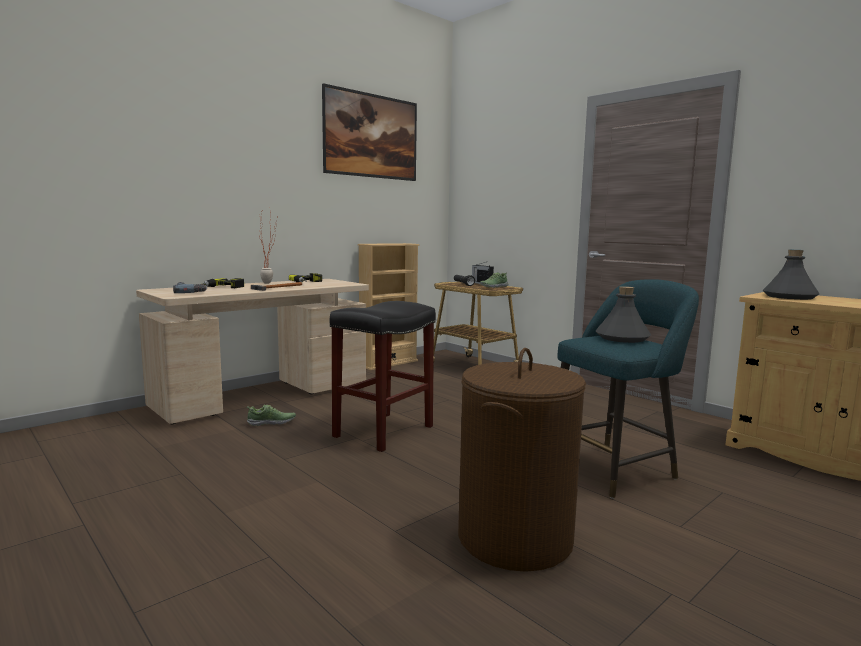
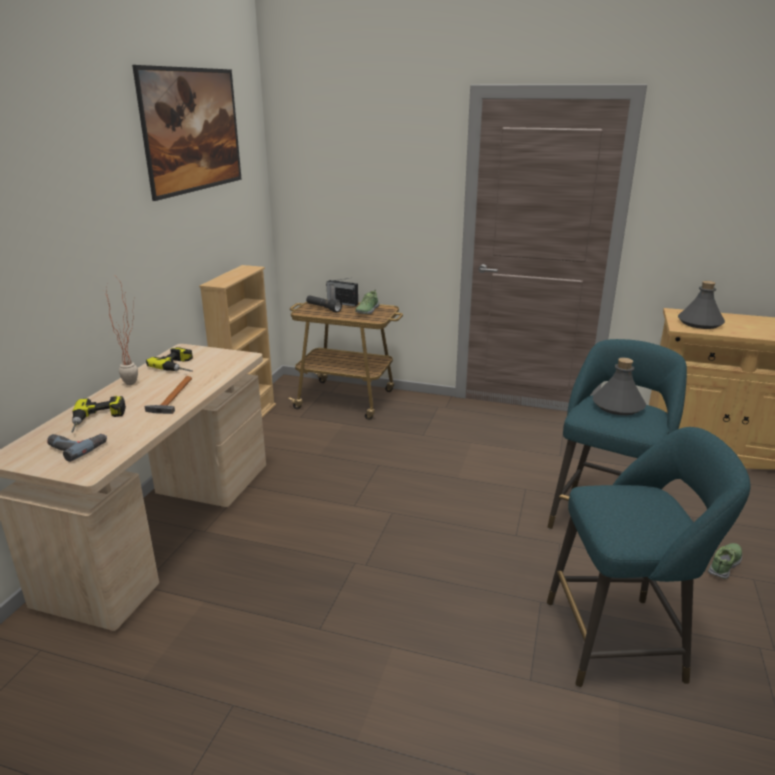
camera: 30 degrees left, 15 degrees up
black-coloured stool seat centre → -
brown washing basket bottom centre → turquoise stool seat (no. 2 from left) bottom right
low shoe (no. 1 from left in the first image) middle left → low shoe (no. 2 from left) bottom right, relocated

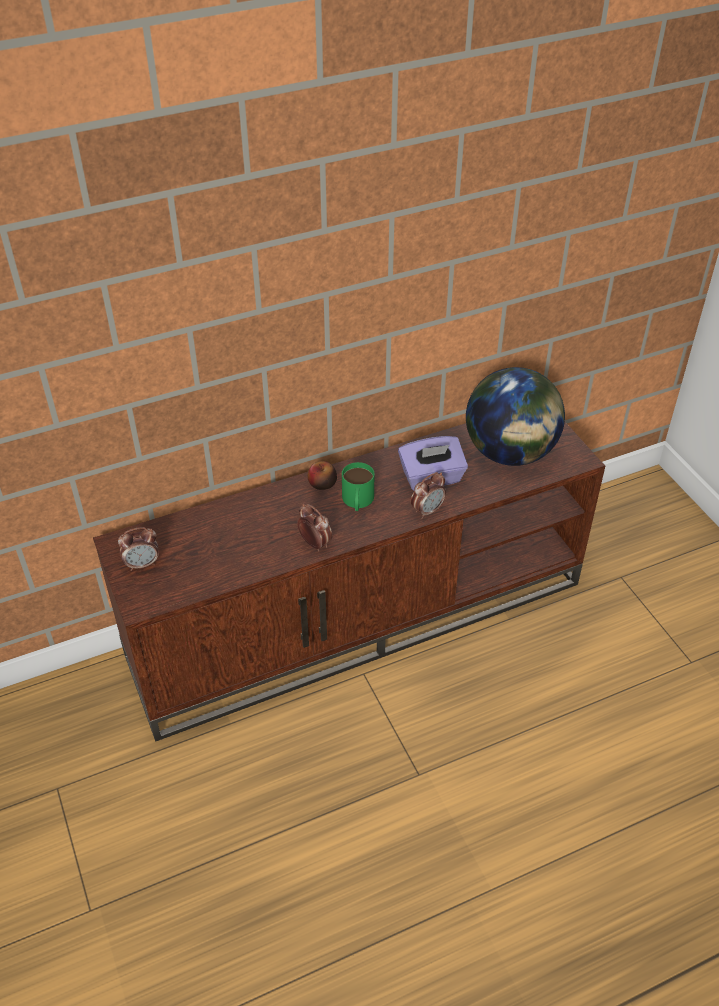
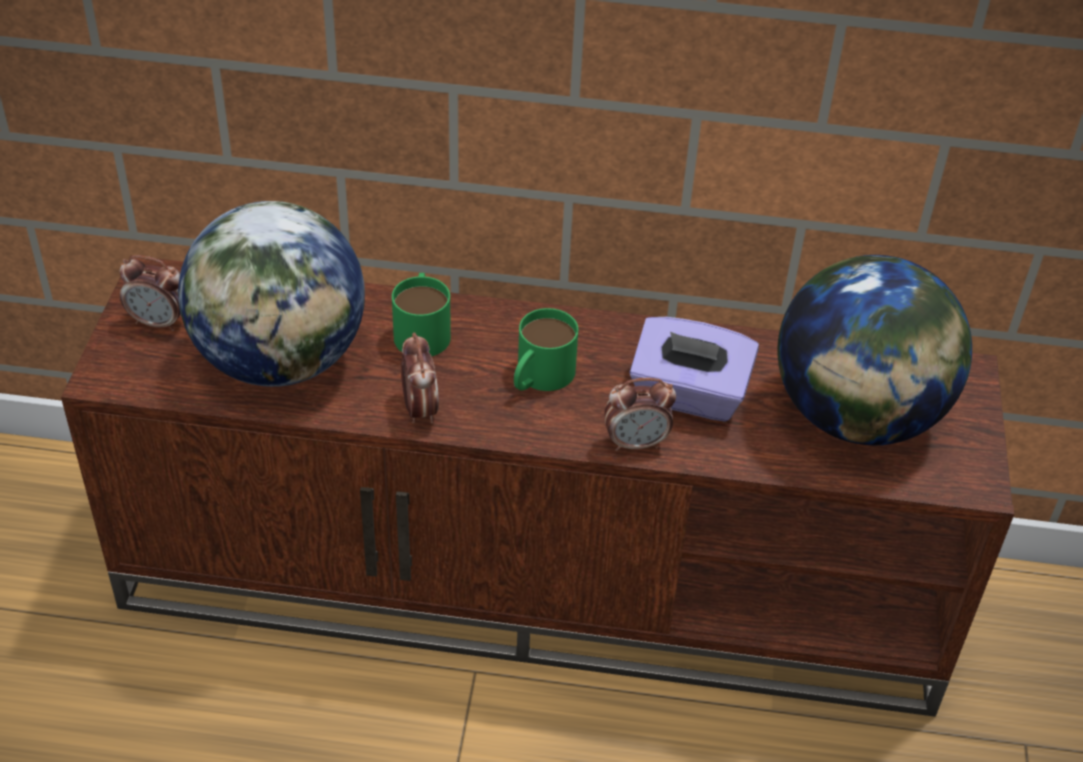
camera: 30 degrees right, 0 degrees up
whole apple centre → -
- → desk globe (no. 1 from left) middle left
- → greenish tea mug (no. 1 from left) centre

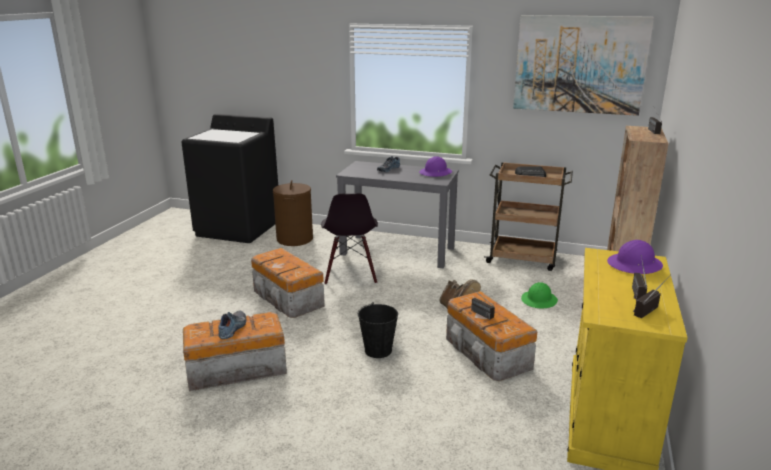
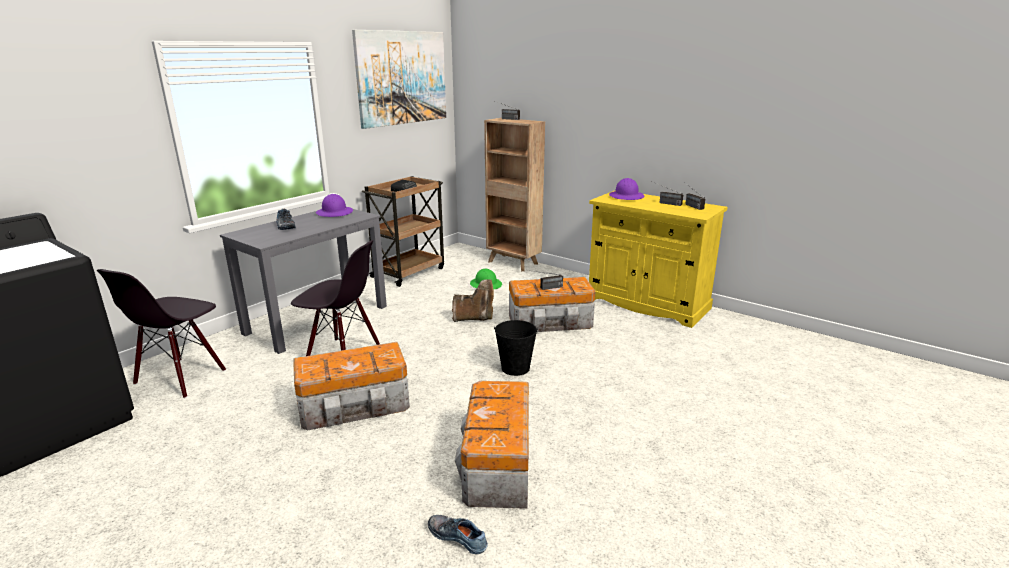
camera: 70 degrees left, 0 degrees up
brown washing basket centre → black-coloured chair (no. 1 from left) middle left
low shoe (no. 1 from left in the first image) bottom left → low shoe (no. 2 from left) bottom centre, relocated

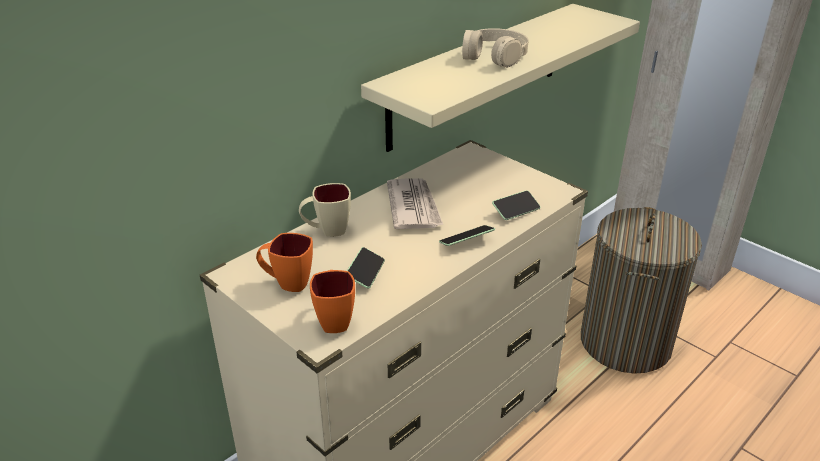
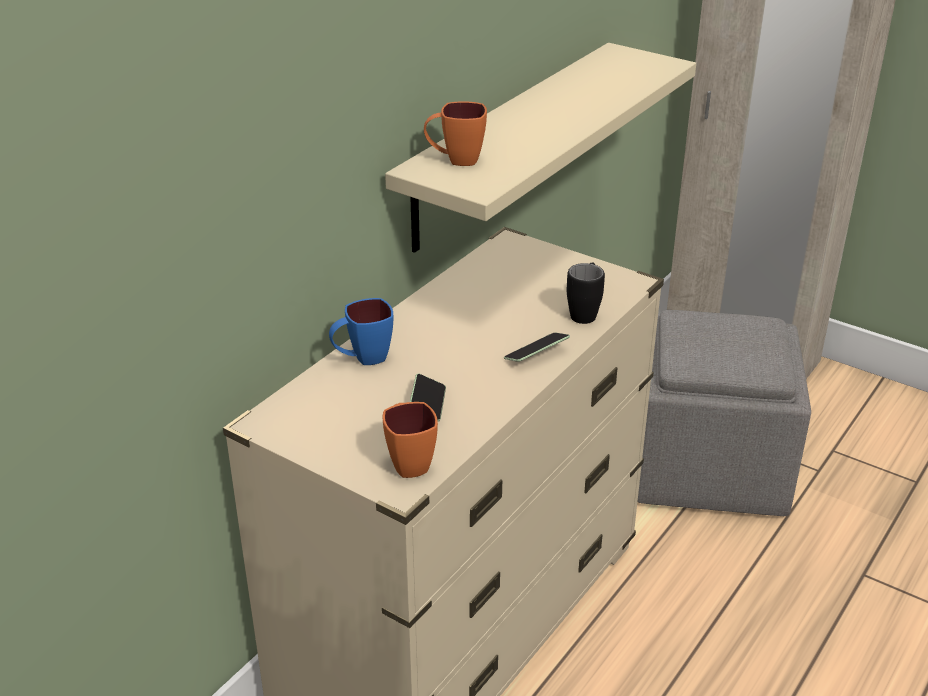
camera: 10 degrees left, 0 degrees up
sand-coloured headset top centre → -
daily paper centre → -
sand-coloured tea mug centre → blue-coloured tea mug centre
handset (no. 3 from left) centre → black-coloured tea mug centre
washing basket middle right → greyish ottoman middle right
orangey tea mug (no. 1 from left in the first image) centre → orangey tea mug (no. 2 from left) top centre, relocated

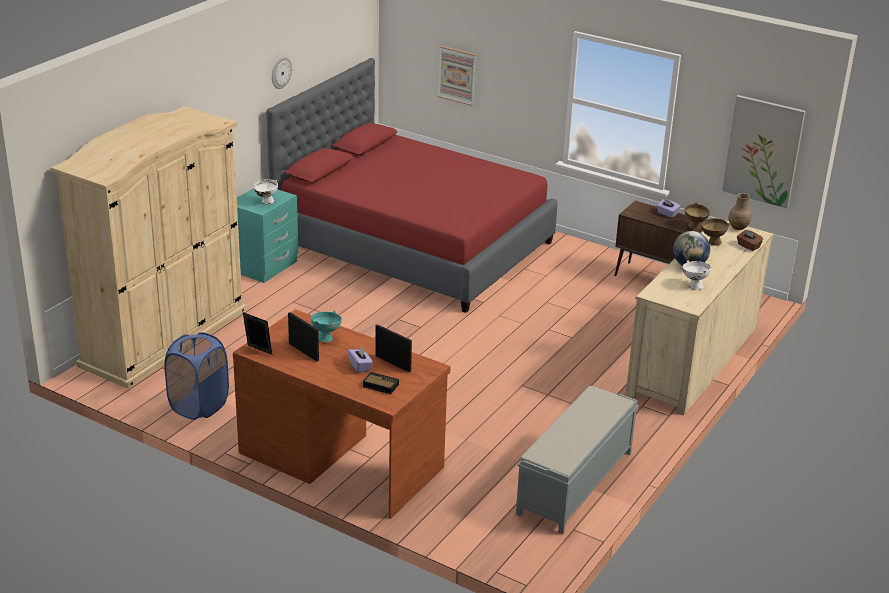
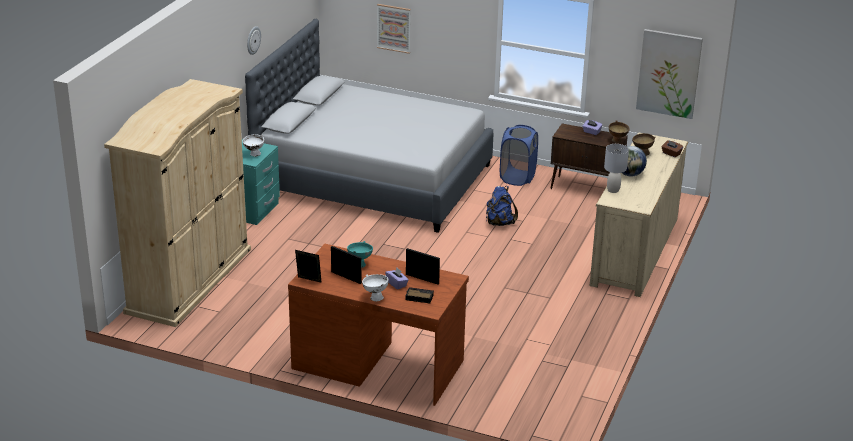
camera: 10 degrees left, 0 degrees up
reddish sleeping bed top centre → greyish sleeping bed top centre
brown vase middle right → -
white serving bowl (no. 2 from left) middle right → white serving bowl (no. 2 from left) centre, relocated
blue-coloured washing basket middle left → blue-coloured washing basket centre, relocated
greyish indoor bench bottom centre → -
- → greyish table lamp middle right
- → blue-coloured rucksack centre

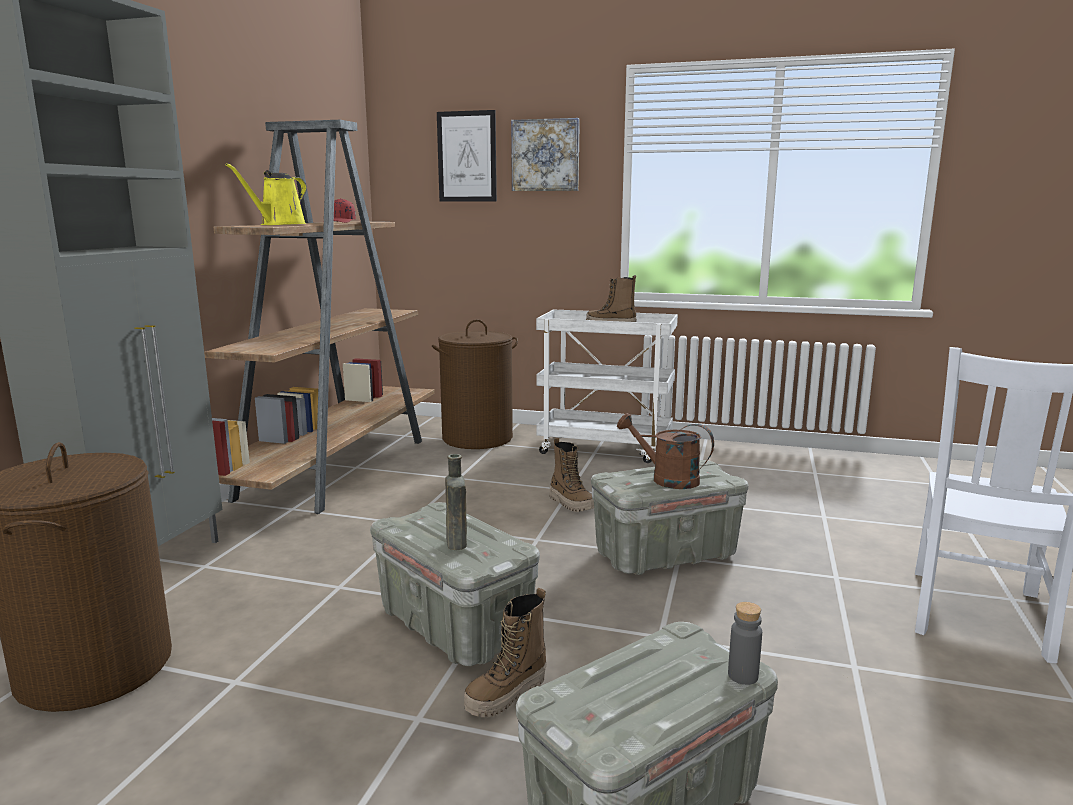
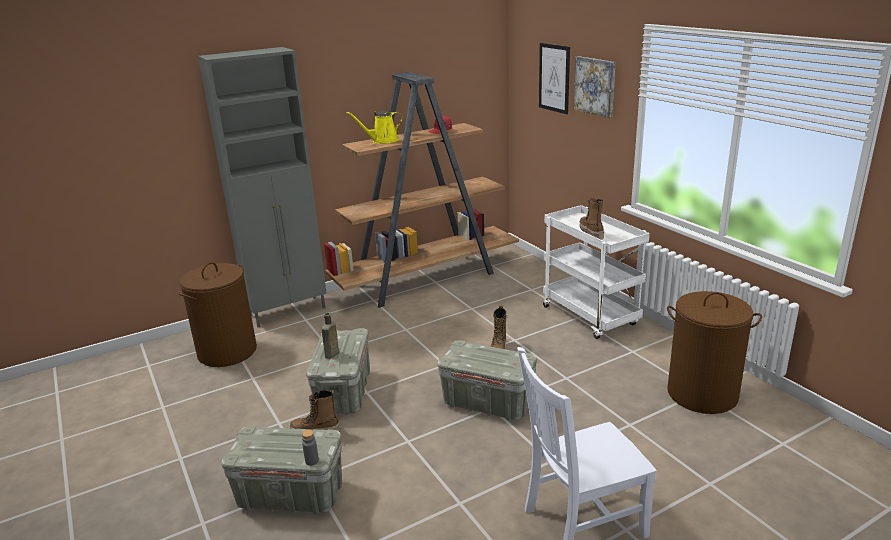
camera: 45 degrees right, 10 degrees up
brown washing basket (no. 2 from left) centre → brown washing basket (no. 2 from left) middle right, relocated
brown sprinkling can centre → -

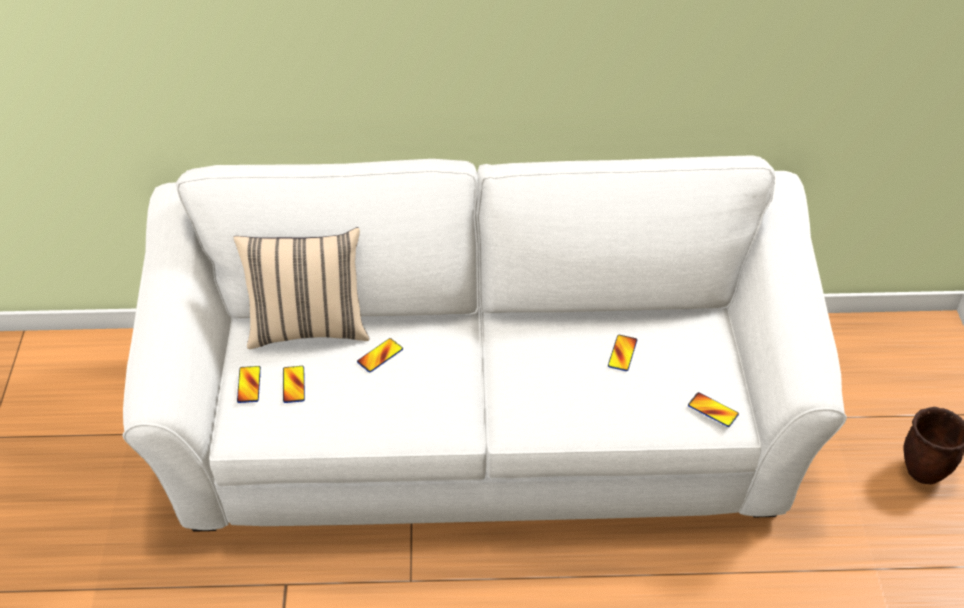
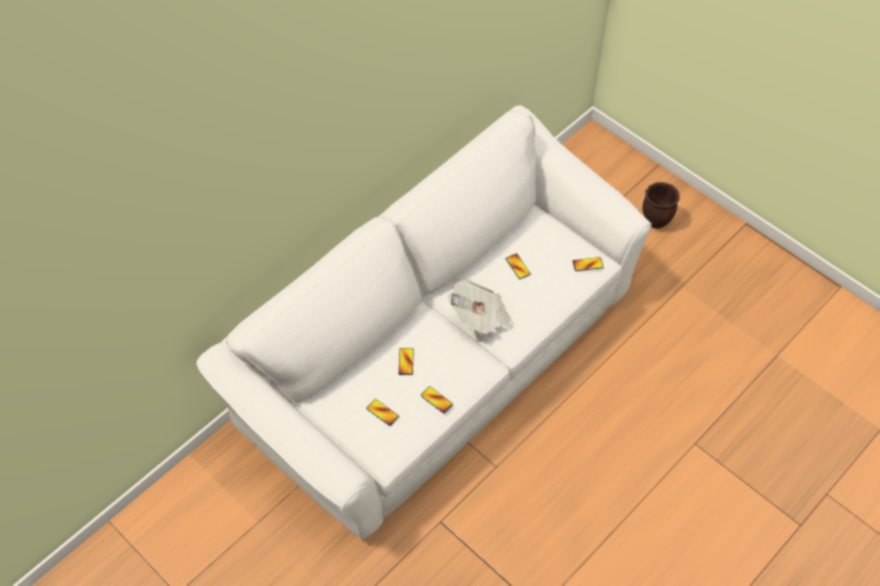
camera: 45 degrees left, 10 degrees up
sand-coloured cushion middle left → -
handset (no. 1 from left in the first image) middle left → handset (no. 3 from left) bottom centre, relocated
- → daily paper centre

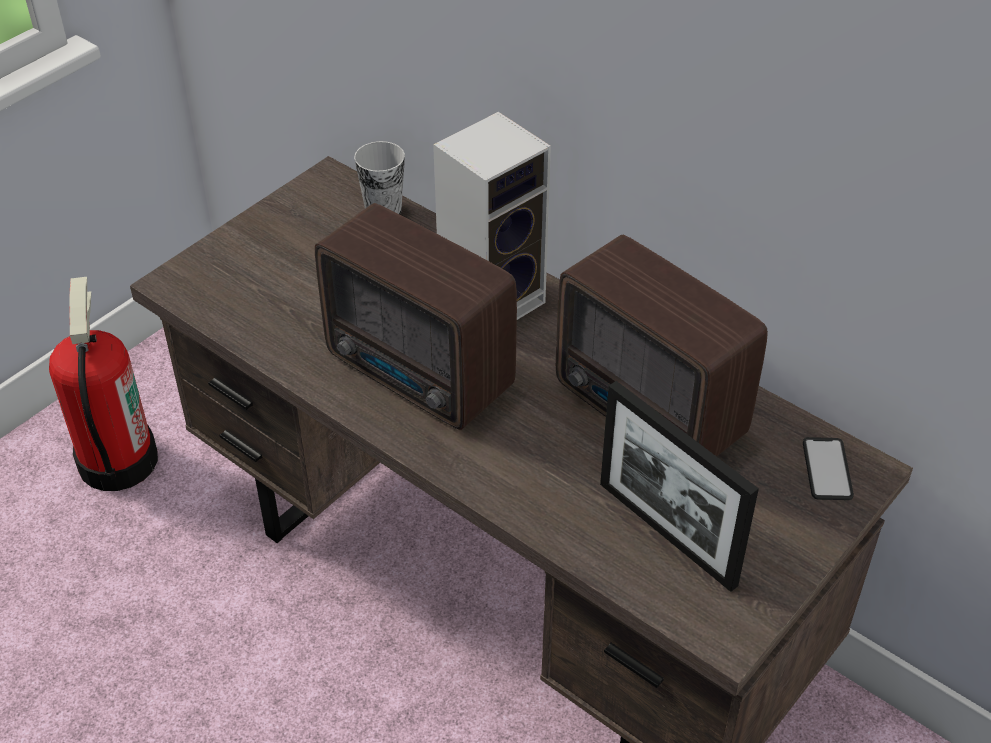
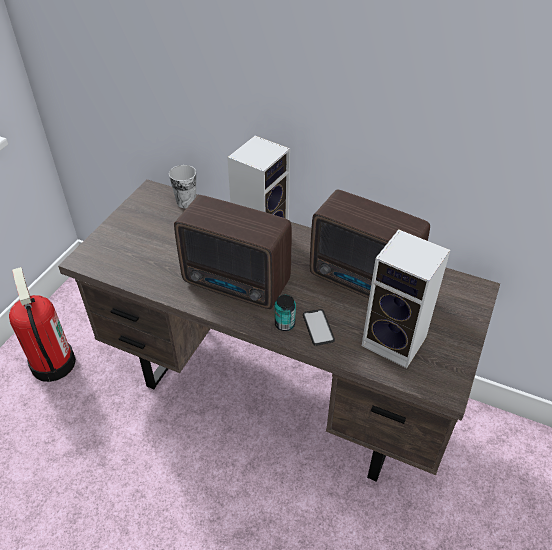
camera: 15 degrees left, 0 degrees up
standing frame middle right → loudspeaker (no. 2 from left) middle right
handset middle right → handset centre, relocated
- → can centre

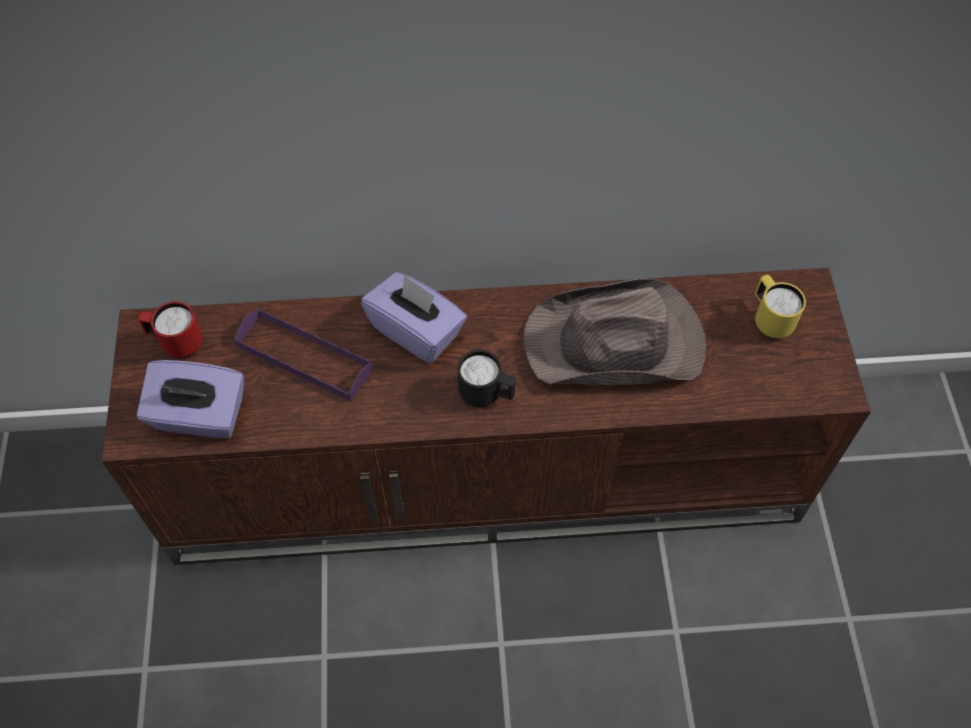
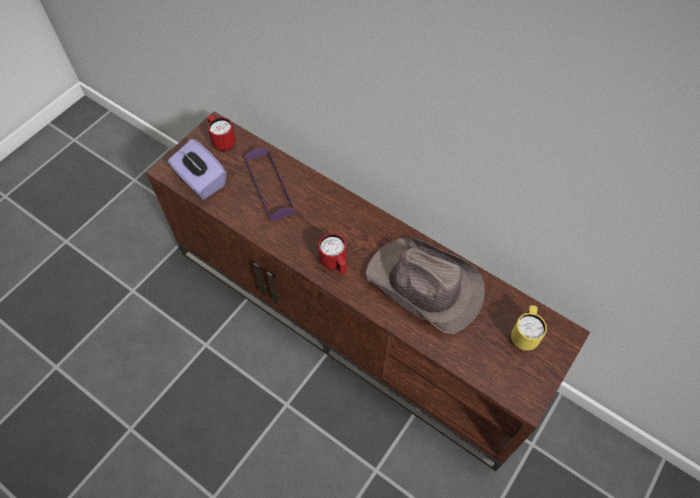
camera: 40 degrees right, 0 degrees up
purplish tissue box (no. 2 from left) centre → -
black-coloured tea mug centre → reddish tea mug (no. 2 from left) centre

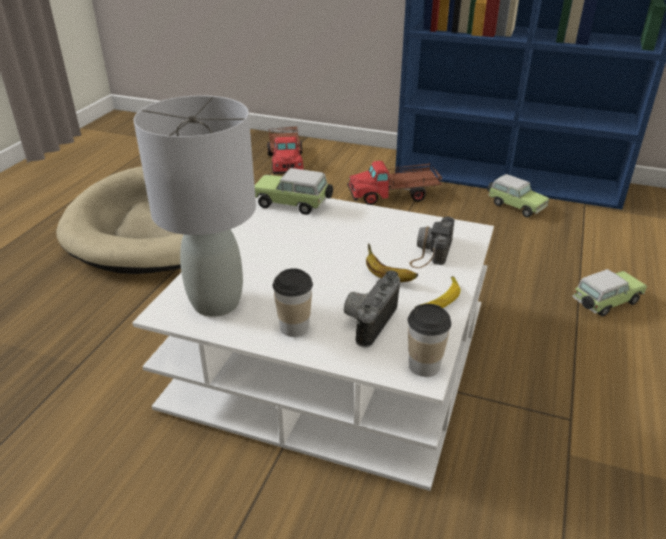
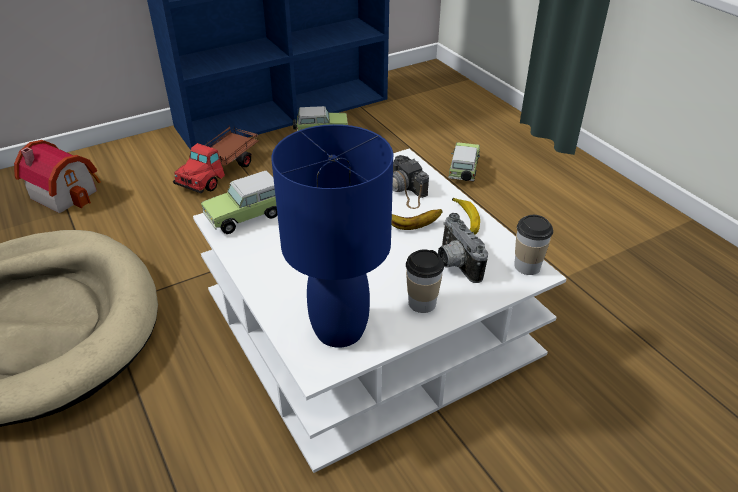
camera: 50 degrees left, 5 degrees up
greyish table lamp middle left → blue-coloured table lamp centre
toy lorry (no. 1 from left) top centre → model house middle left

